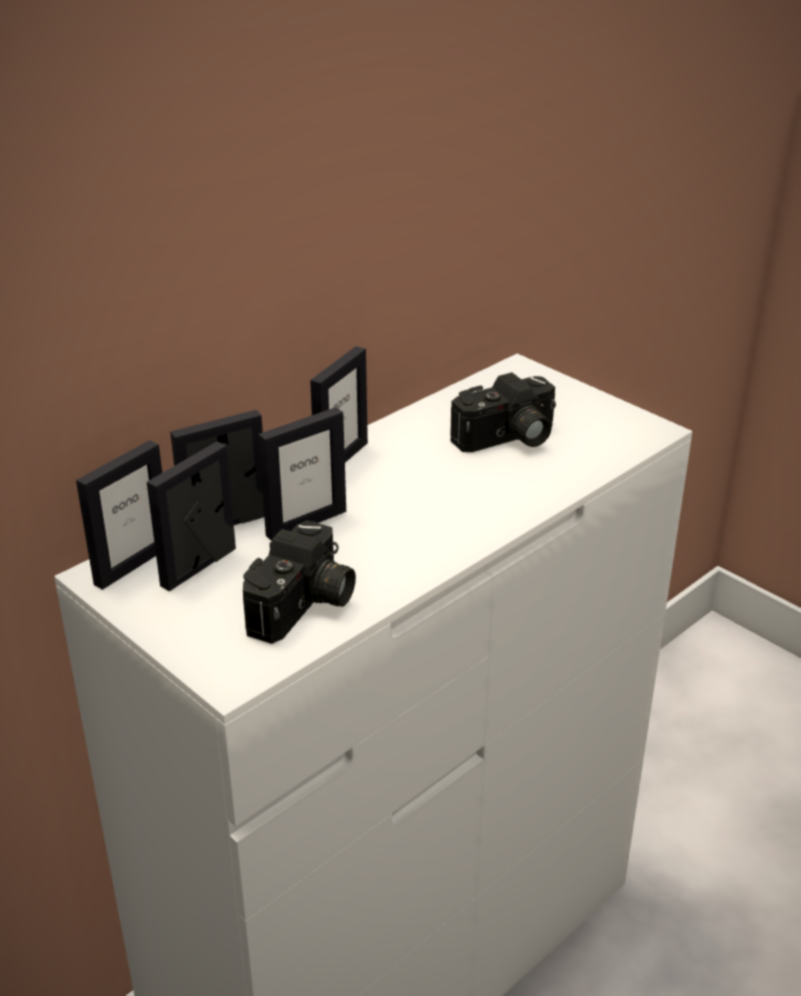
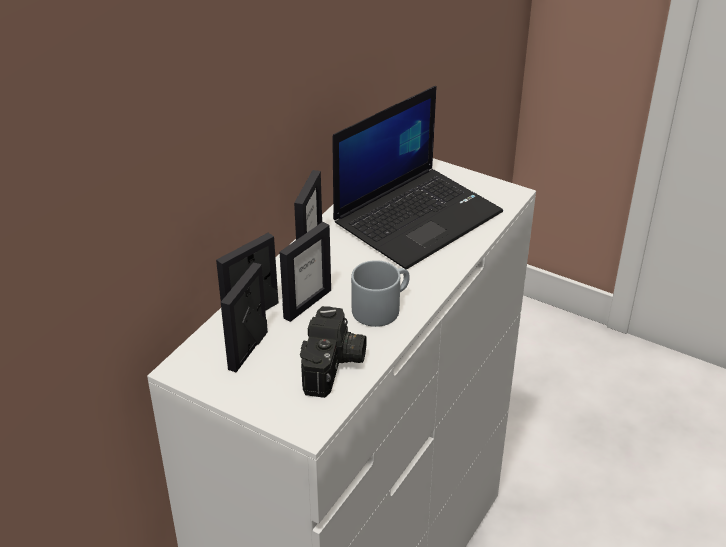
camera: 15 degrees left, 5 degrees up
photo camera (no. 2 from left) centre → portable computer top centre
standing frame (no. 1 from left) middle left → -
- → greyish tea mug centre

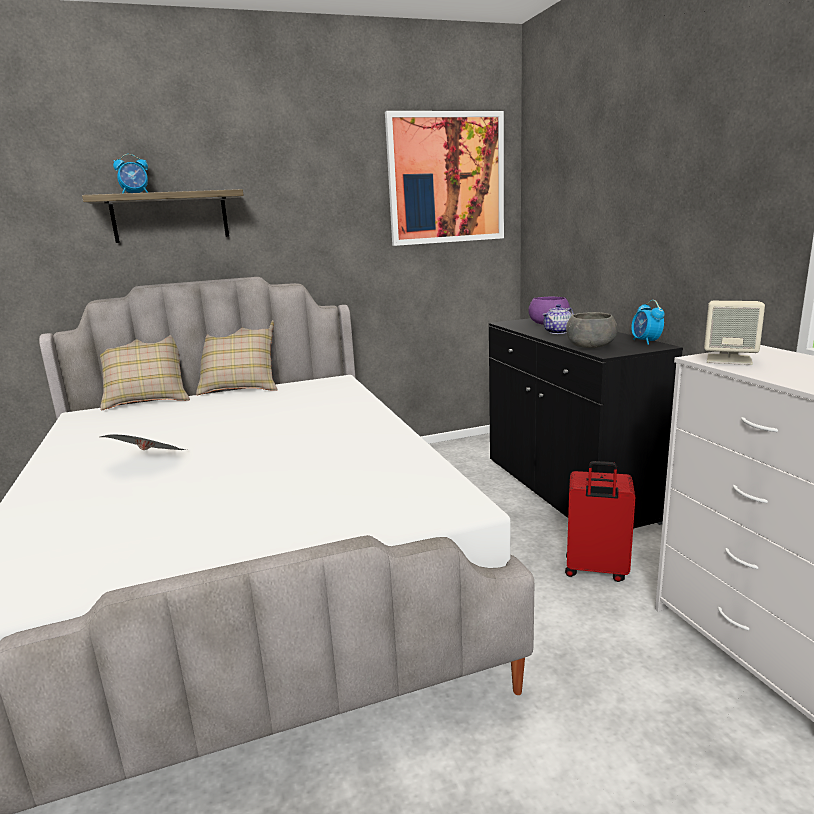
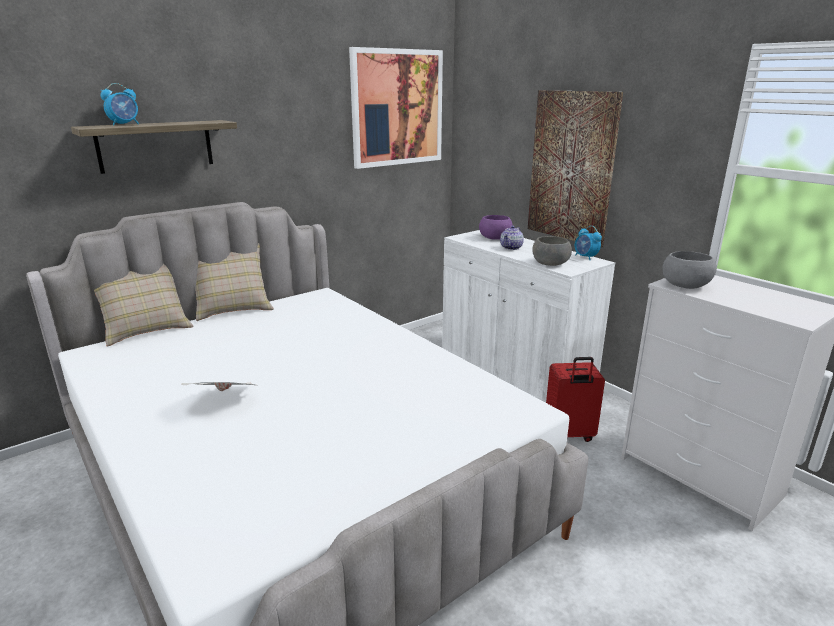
camera: 20 degrees left, 5 degrees up
sand-coloured loudspeaker middle right → greyish serving bowl (no. 2 from left) middle right
black-coloured cabinet middle right → white cabinet centre
- → wall art (no. 2 from left) top right

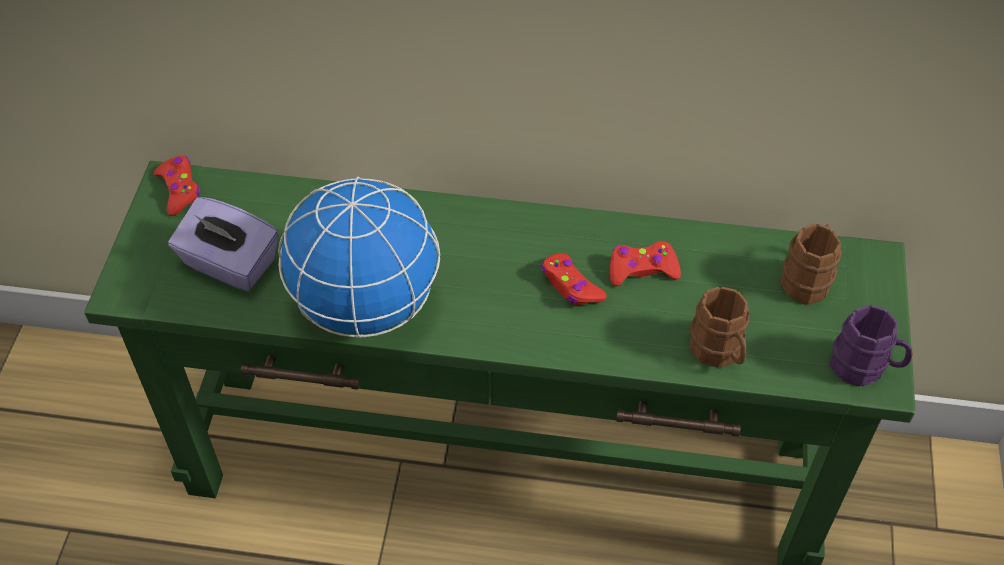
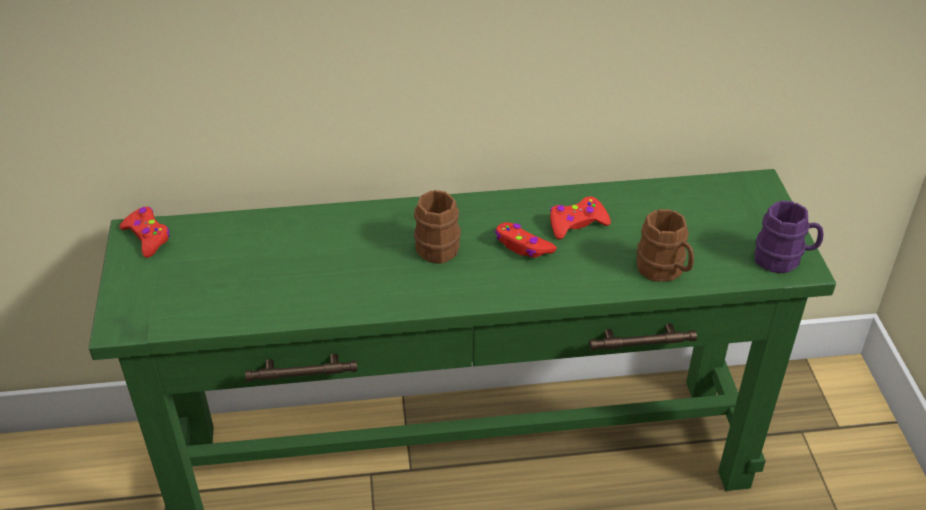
camera: 15 degrees left, 10 degrees down
desk globe centre → -
purplish tissue box middle left → -
brown tea mug (no. 2 from left in the first image) middle right → brown tea mug (no. 1 from left) centre, relocated

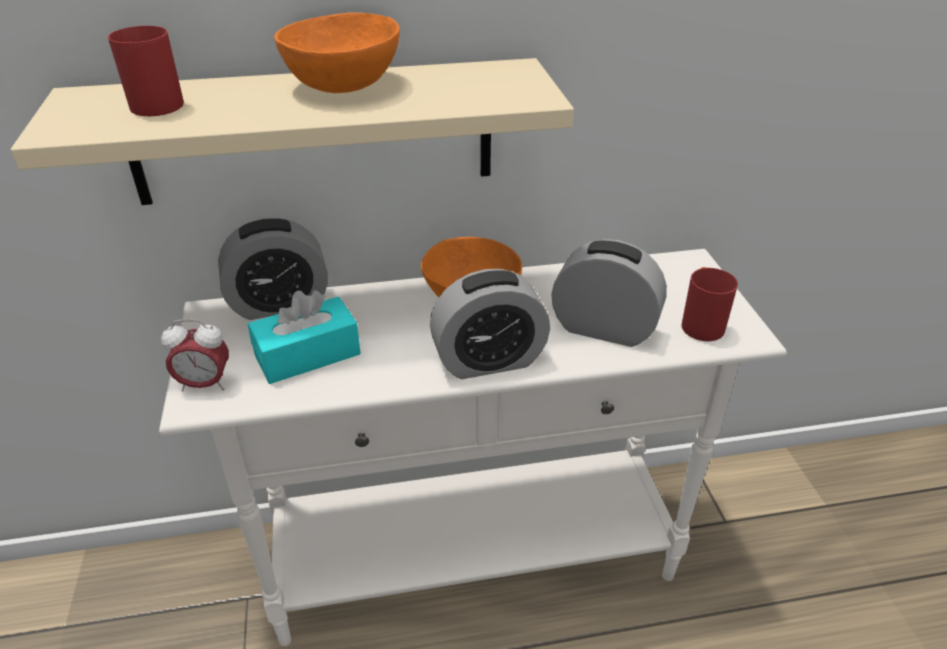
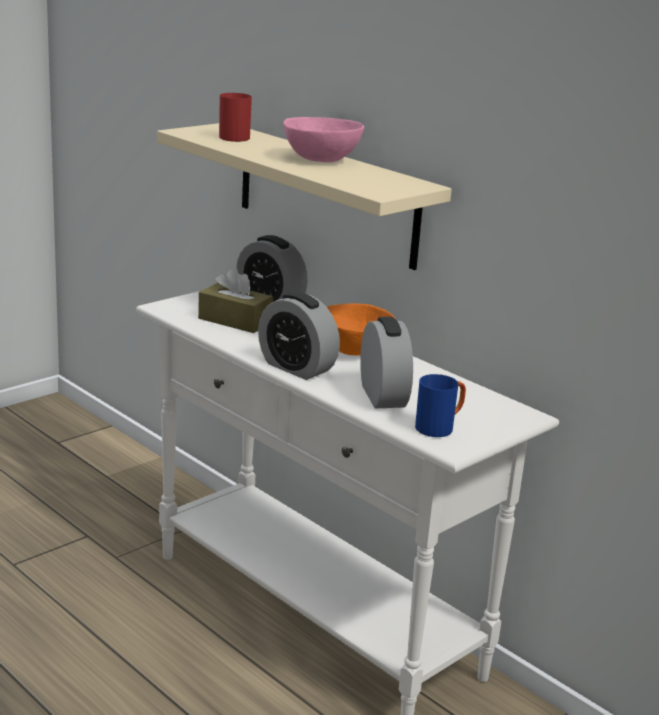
camera: 55 degrees right, 15 degrees down
orangey serving bowl (no. 1 from left) top centre → pink-coloured serving bowl top centre
reddish tea mug (no. 2 from left) middle right → blue-coloured tea mug middle right
turquoise tissue box middle left → brown tissue box centre
alarm clock (no. 1 from left) middle left → -

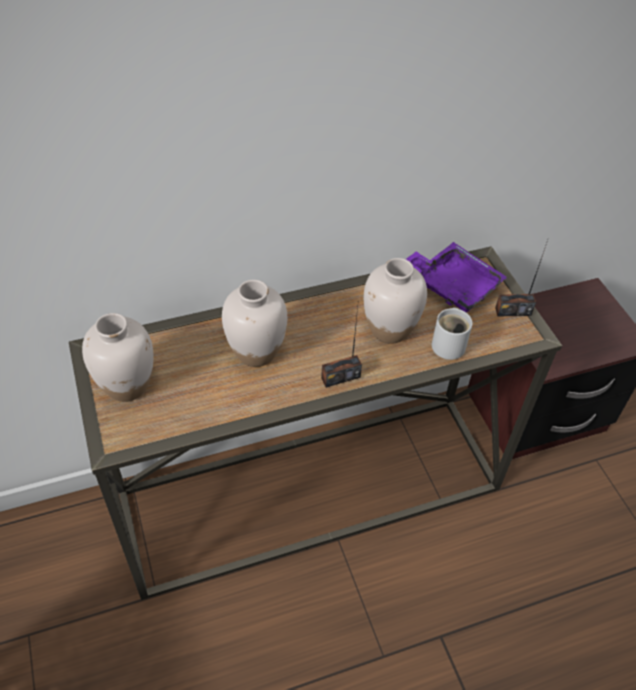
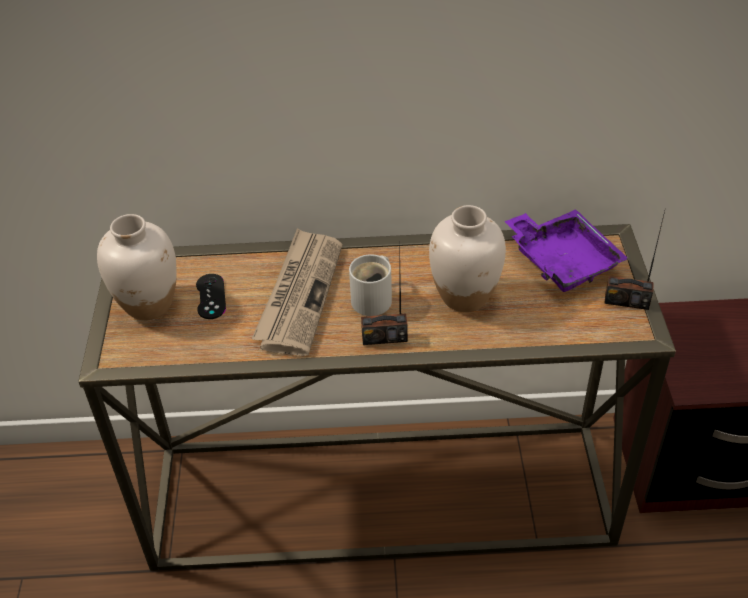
camera: 20 degrees right, 5 degrees down
white vase (no. 2 from left) centre → daily paper centre
white tea mug middle right → white tea mug centre, relocated
- → black-coloured gamepad middle left

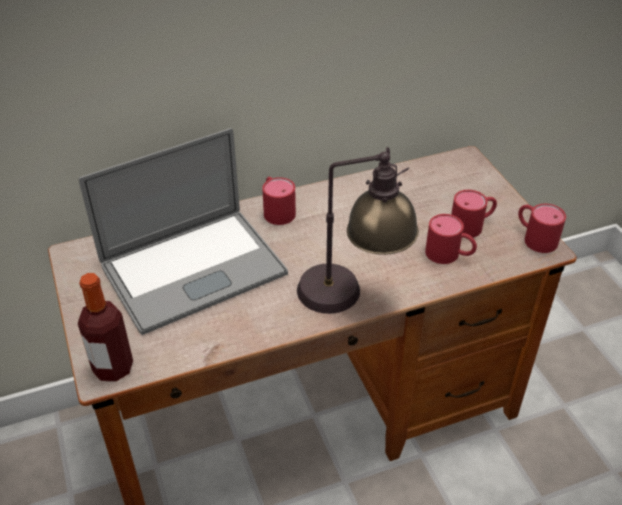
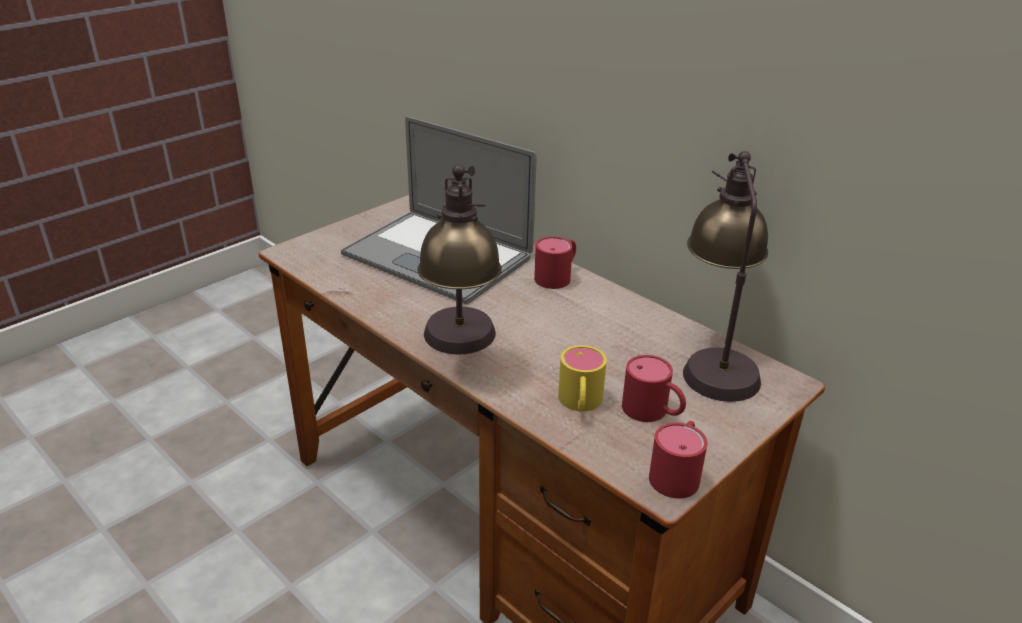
camera: 65 degrees right, 10 degrees down
reddish tea mug (no. 2 from left) middle right → yellow-coloured tea mug centre
drink bottle middle left → -
- → table lamp (no. 2 from left) middle right

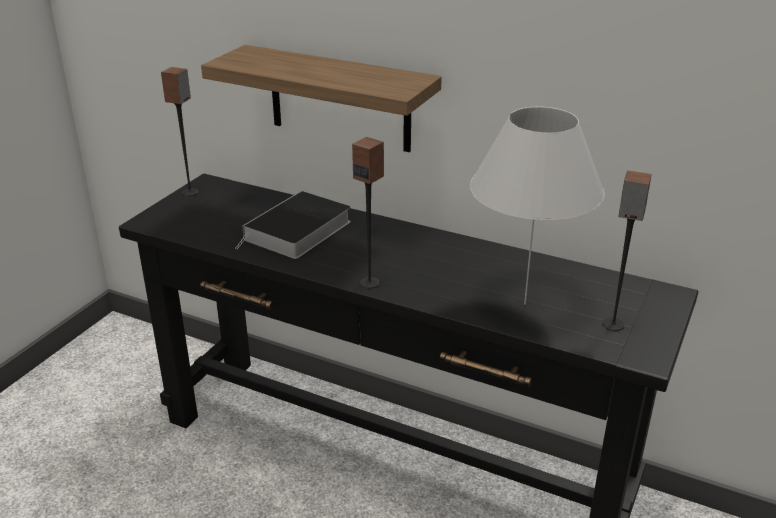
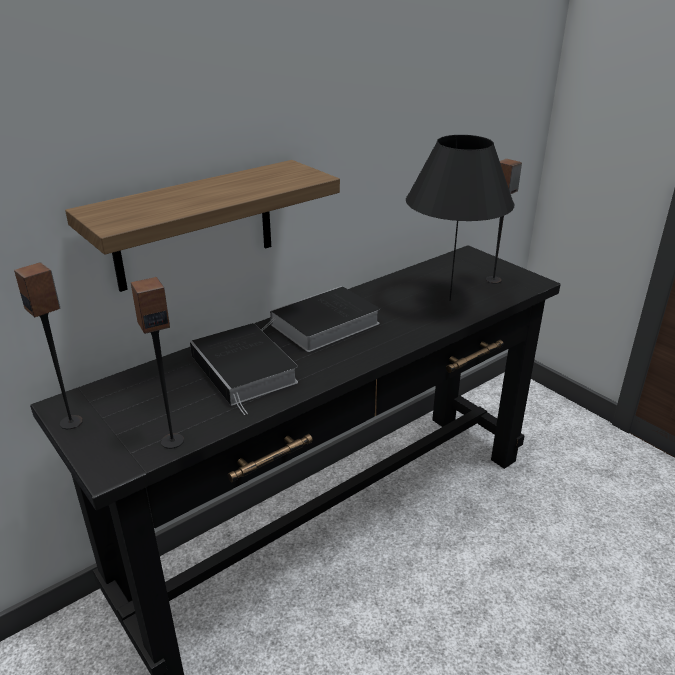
camera: 65 degrees left, 0 degrees up
white table lamp middle right → black-coloured table lamp top right
loudspeaker (no. 2 from left) centre → loudspeaker (no. 2 from left) middle left, relocated
- → bound book (no. 2 from left) centre

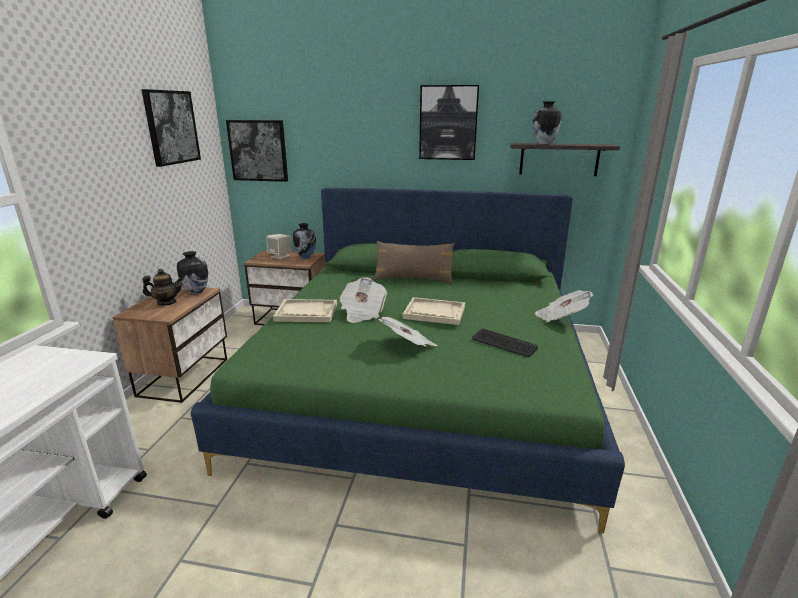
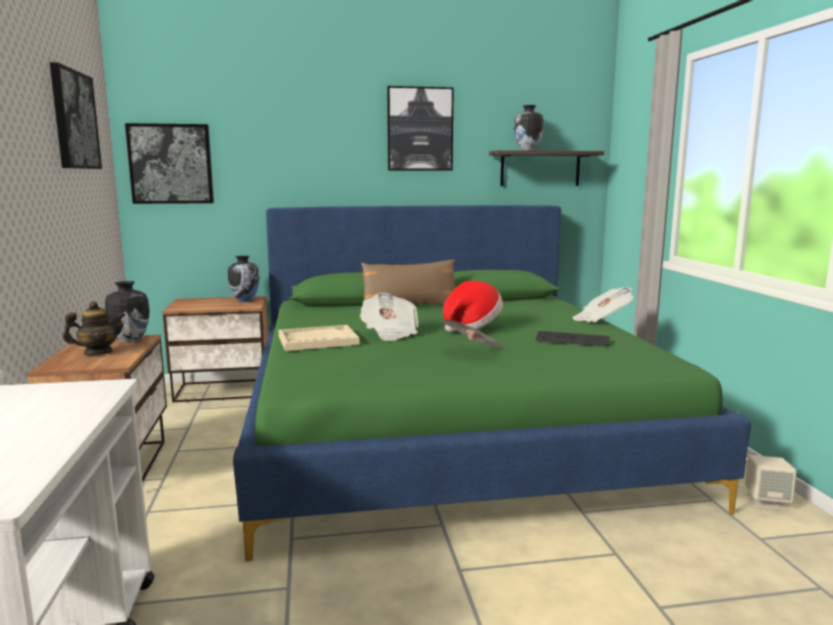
camera: 20 degrees left, 10 degrees down
sand-coloured loudspeaker centre → sand-coloured loudspeaker bottom right, relocated
sand-coloured tray (no. 2 from left) centre → hat centre

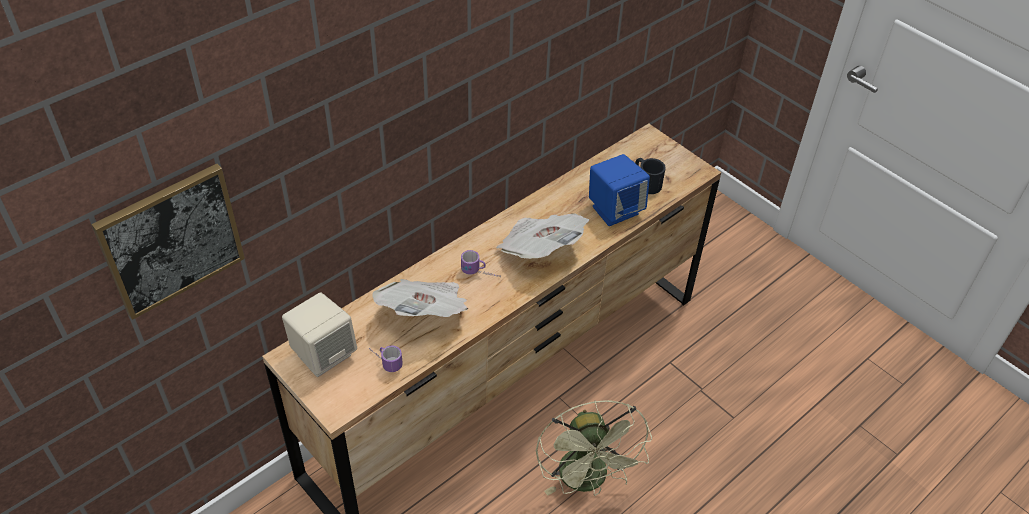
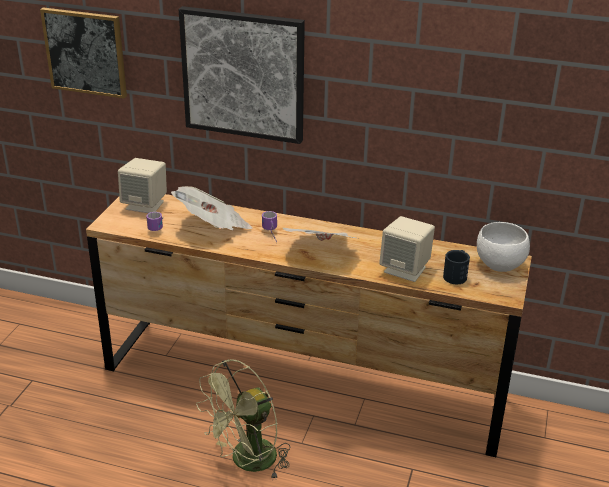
camera: 60 degrees right, 15 degrees down
blue-coloured loudspeaker centre → sand-coloured loudspeaker (no. 2 from left) middle right
- → wall art (no. 2 from left) top centre
- → white serving bowl middle right

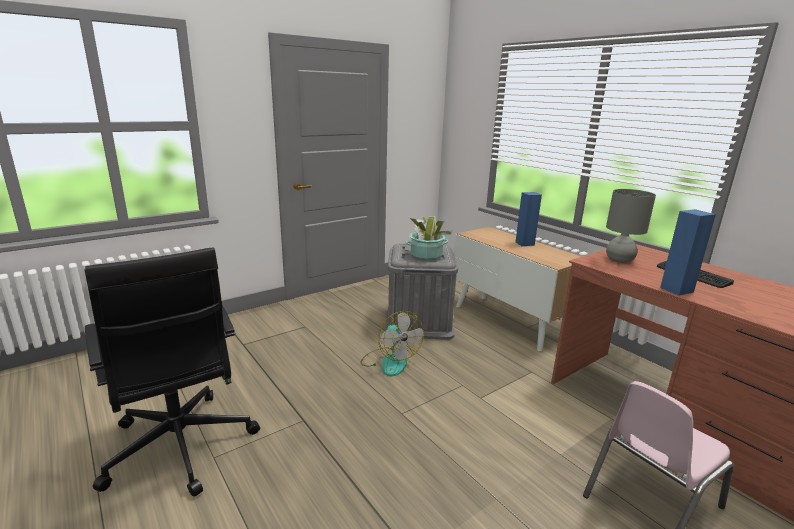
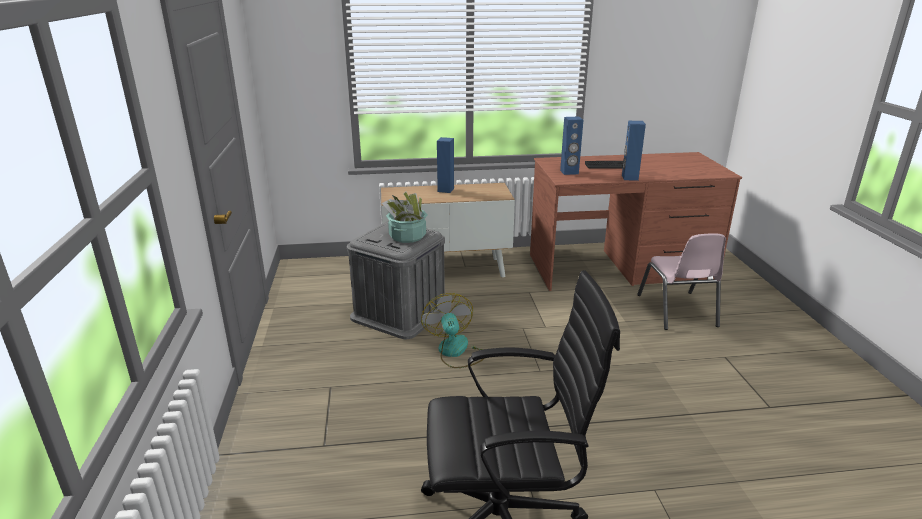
camera: 60 degrees left, 5 degrees up
greyish table lamp middle right → blue-coloured loudspeaker (no. 2 from left) top centre
electric fan centre, 105 degrees counterclockwise

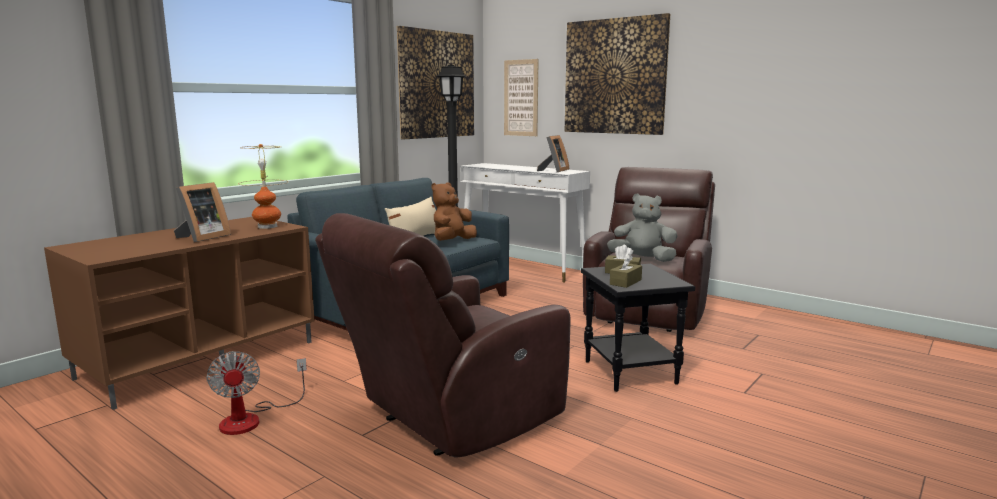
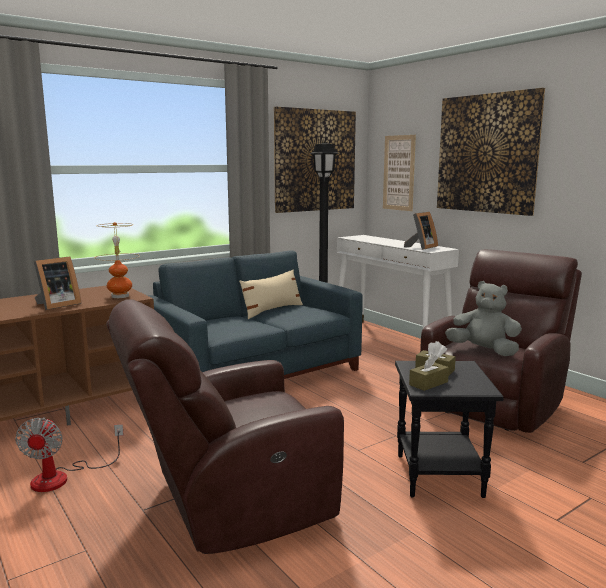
camera: 15 degrees right, 0 degrees up
brown soft toy centre → -

